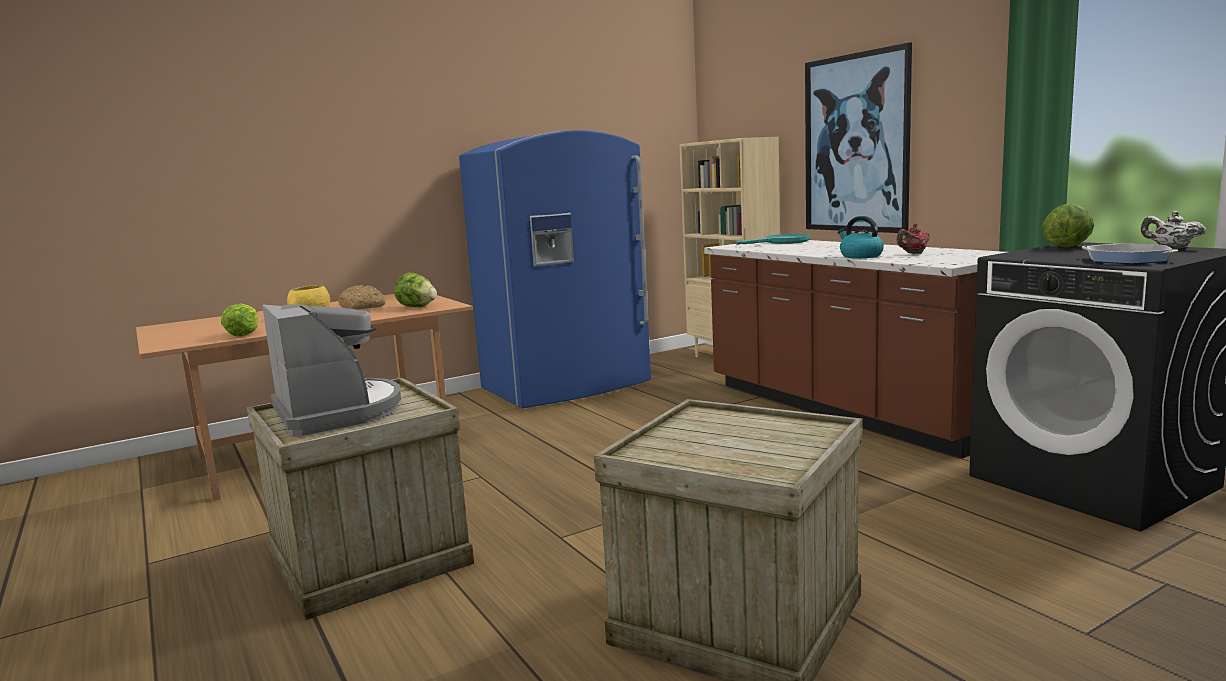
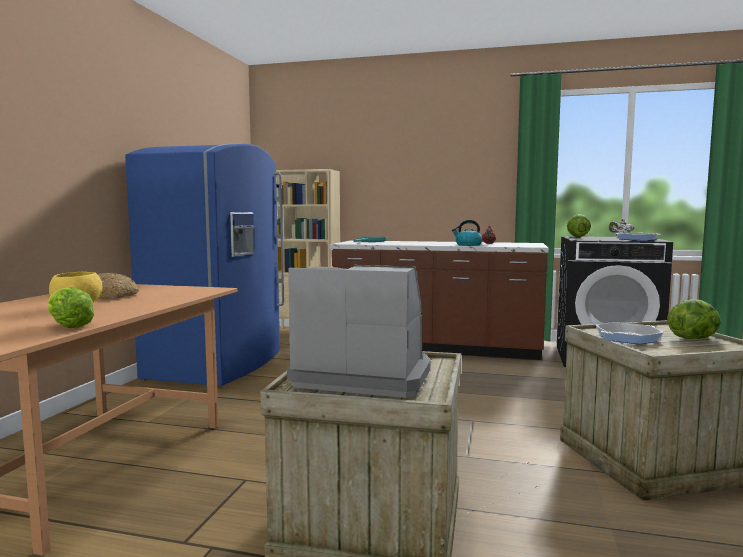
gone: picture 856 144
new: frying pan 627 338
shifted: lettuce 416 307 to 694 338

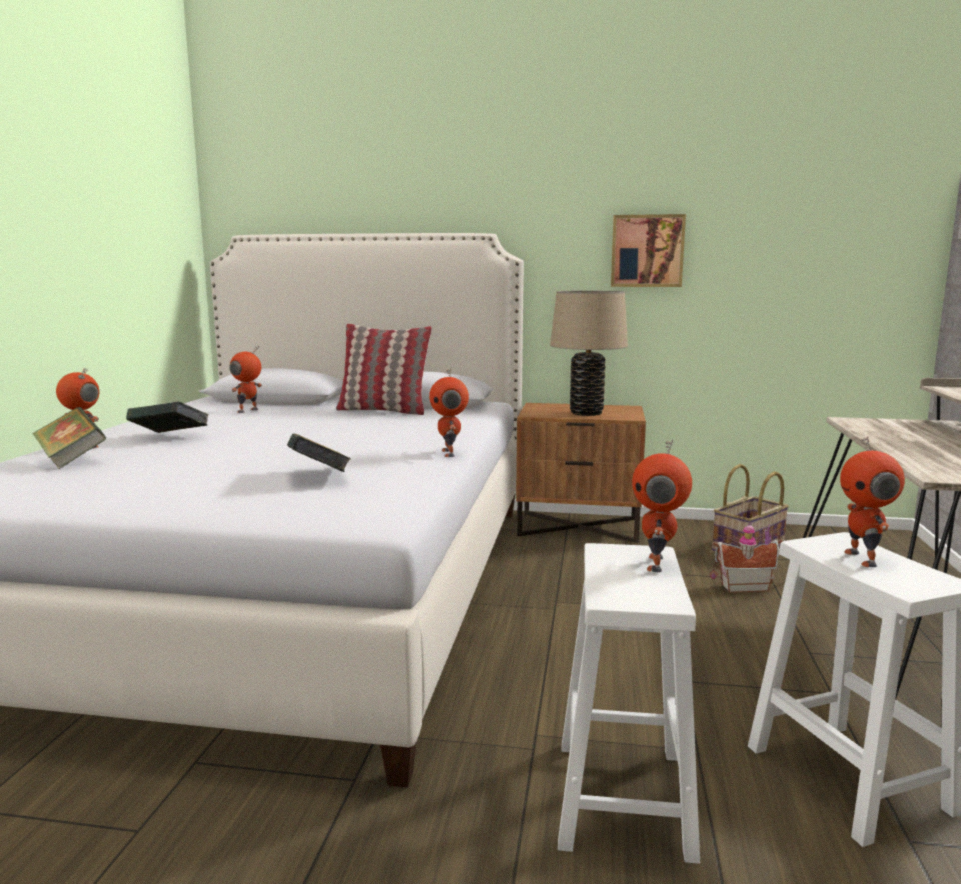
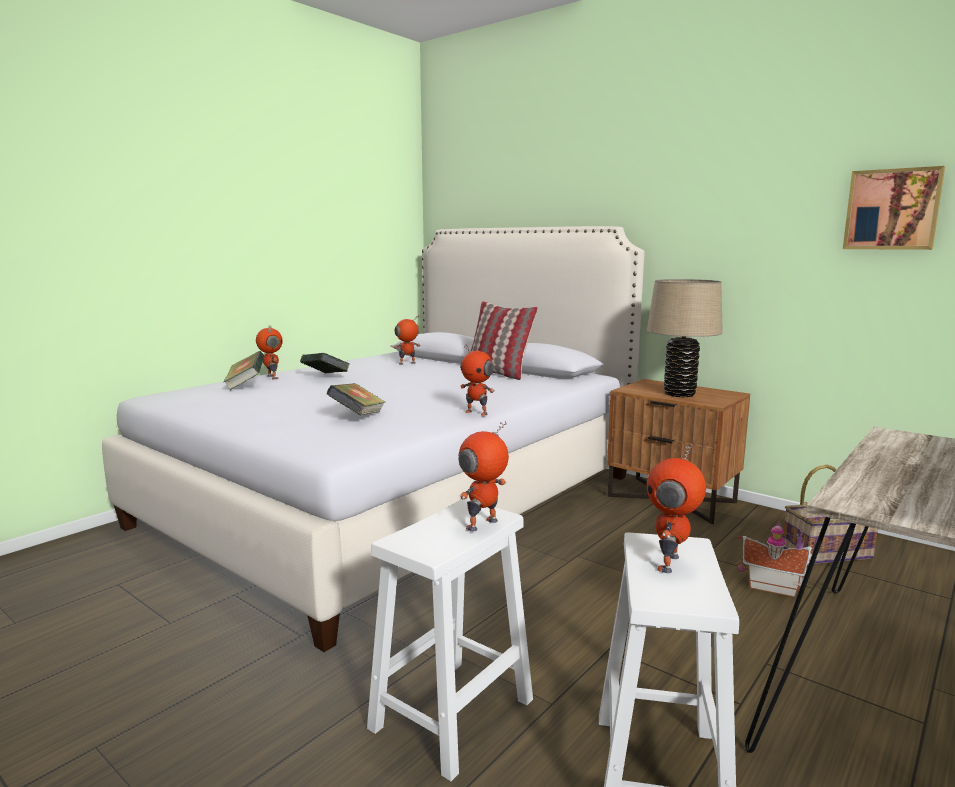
shifted: picture 647 251 to 892 209
rotated: toy robot 450 453 = 477 413 75 degrees counterclockwise

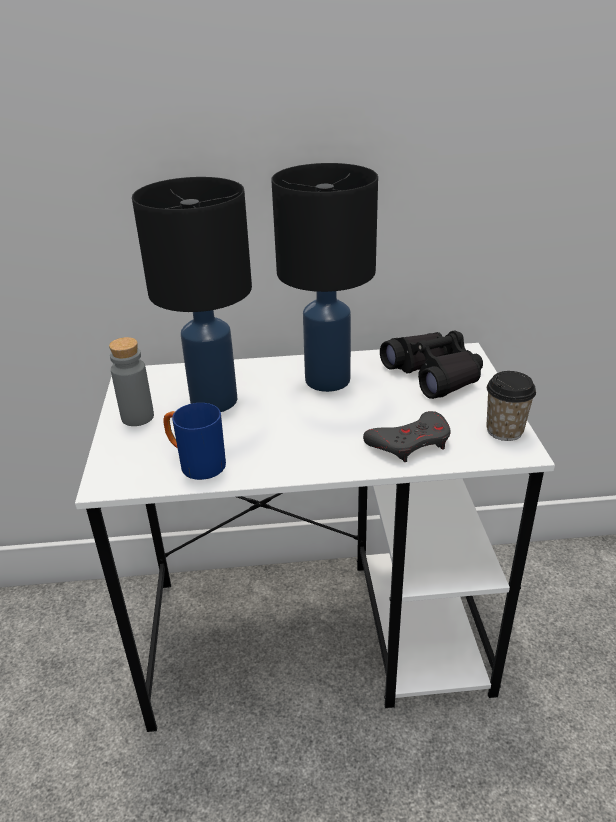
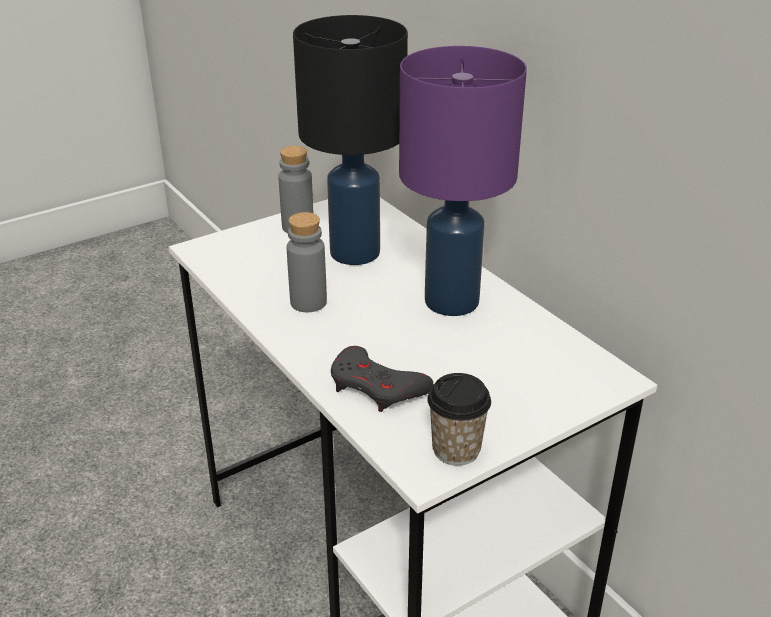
gone: blue mug 195 464; black binoculars 434 374
new: grey bottle 308 302
repainted: black table lamp 327 379 to purple table lamp 453 300

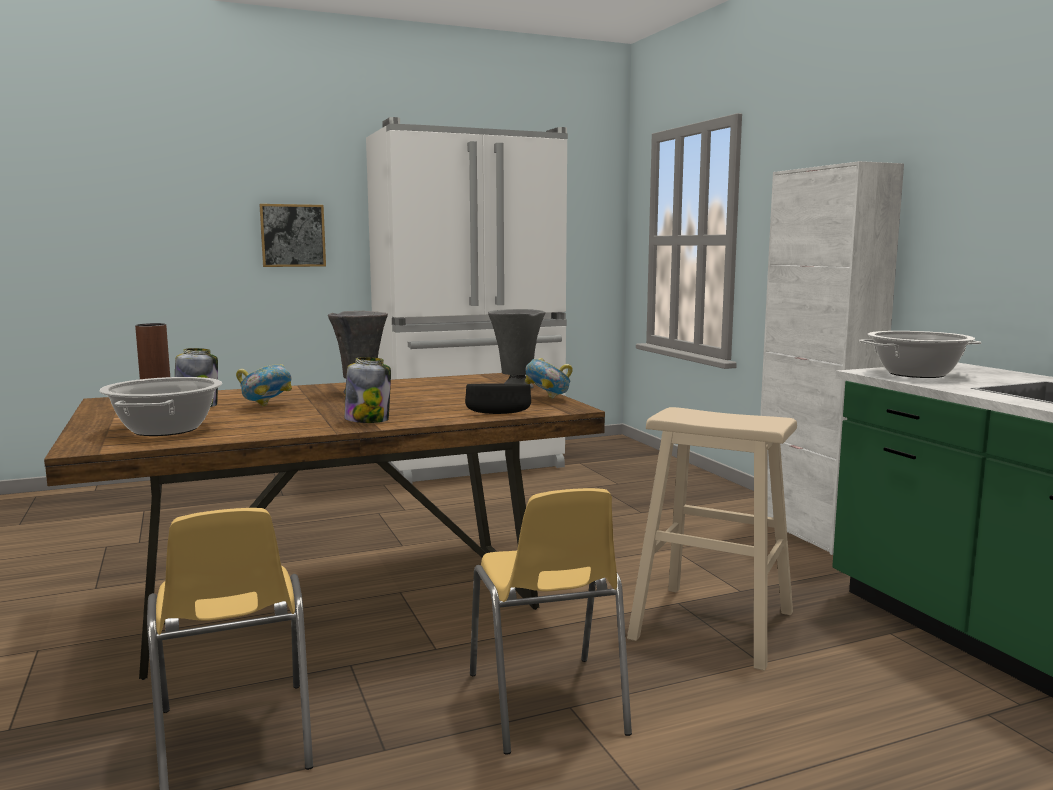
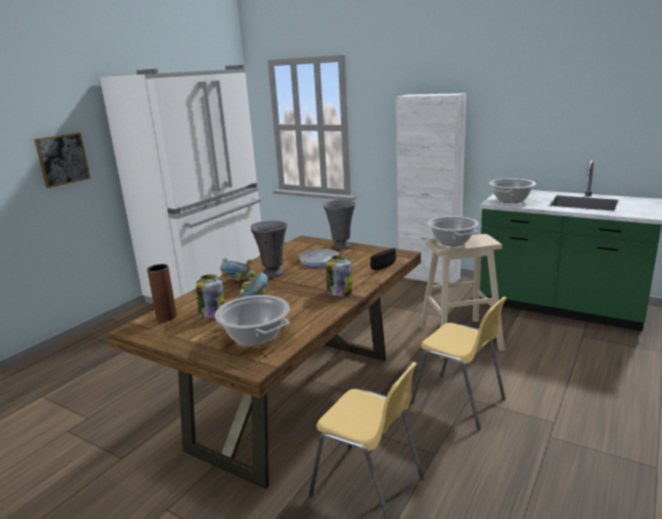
new: frying pan 320 261; cooking pot 451 242
shifted: bowl 548 399 to 237 282

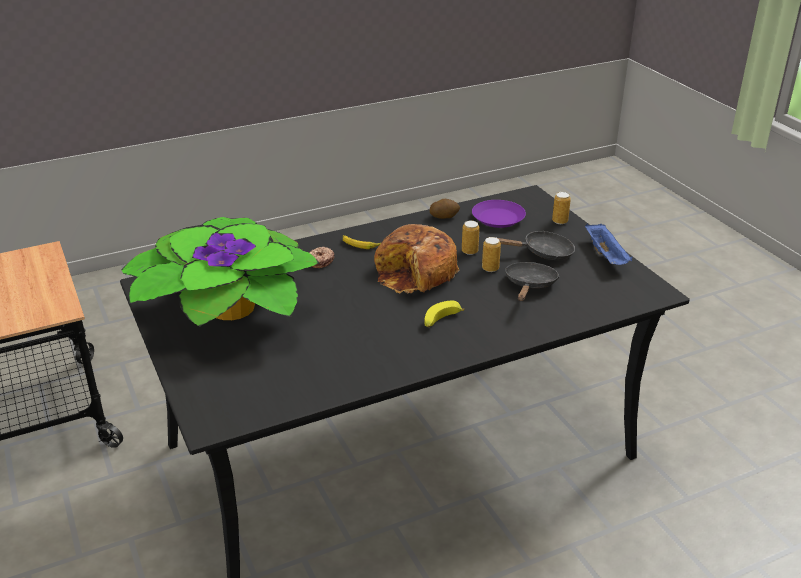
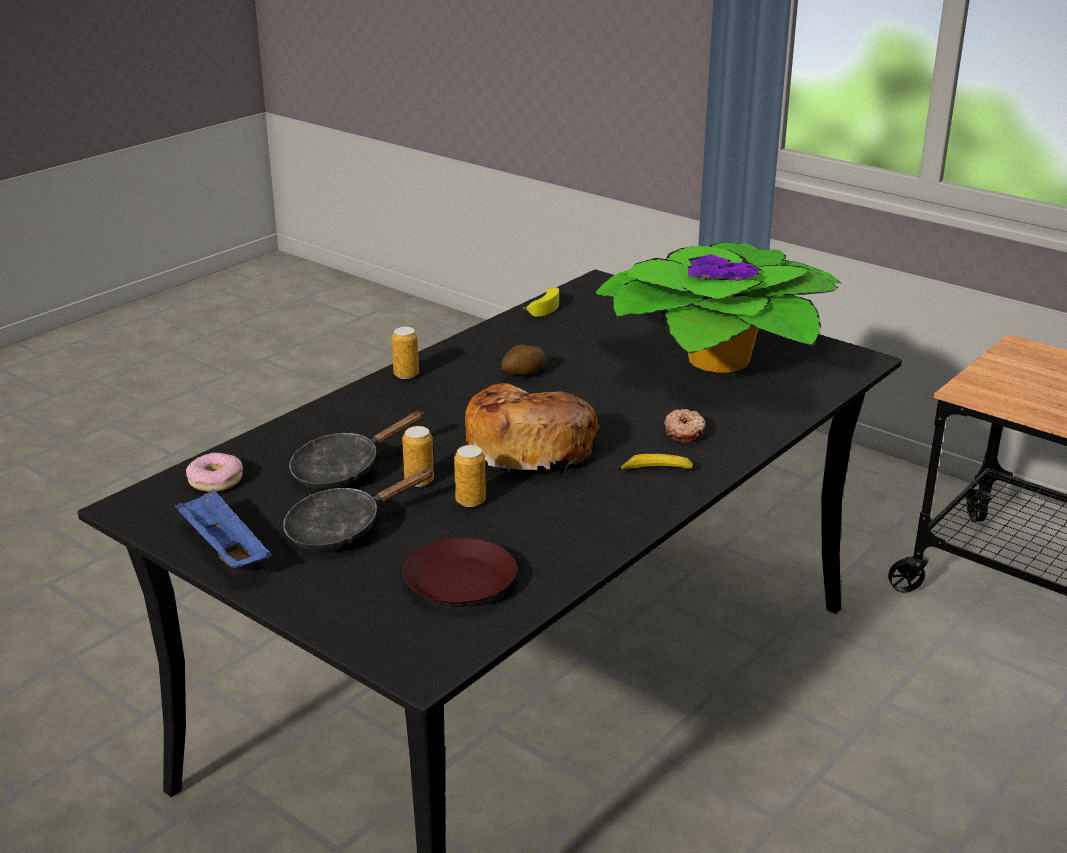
new: donut 216 480
shifted: banana 441 320 to 543 307; potato 444 216 to 523 374; can 560 221 to 406 375
repainted: purple plate 498 218 to brown plate 459 581
rotated: black frying pan 530 285 = 344 470 60 degrees clockwise

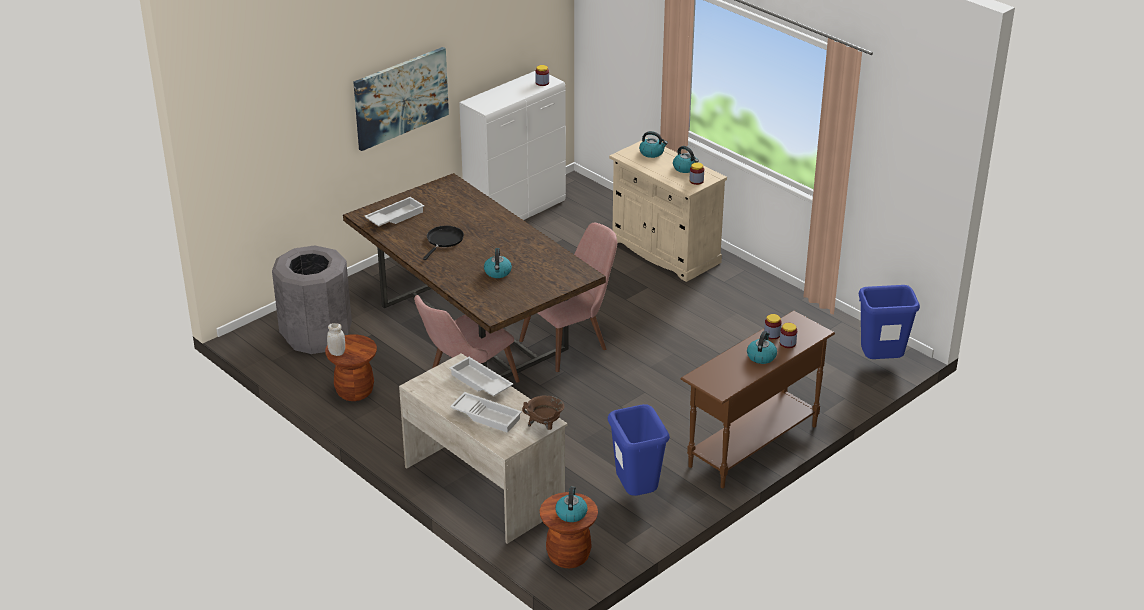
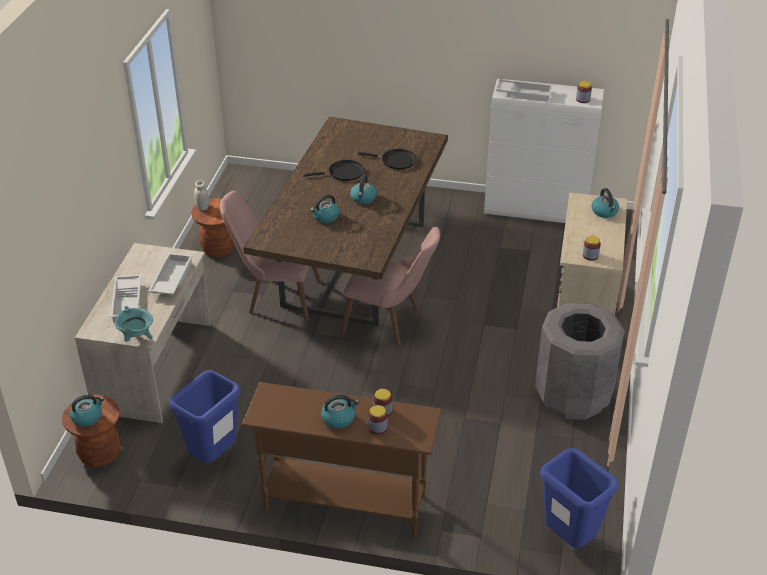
gone: picture 401 97
new: black frying pan 396 161
shifted: grey trash can 316 336 to 573 396; white tray 395 216 to 524 93; kettle 685 168 to 363 198
repainted: brown cooking pot 544 426 to turquoise cooking pot 137 338

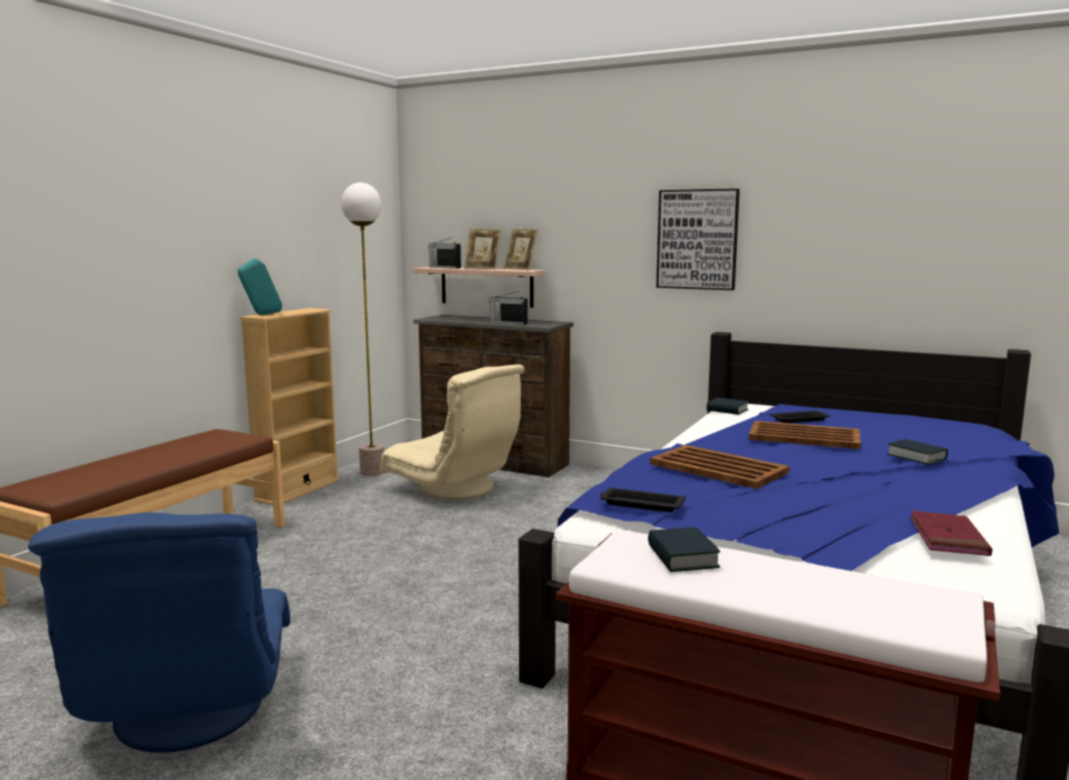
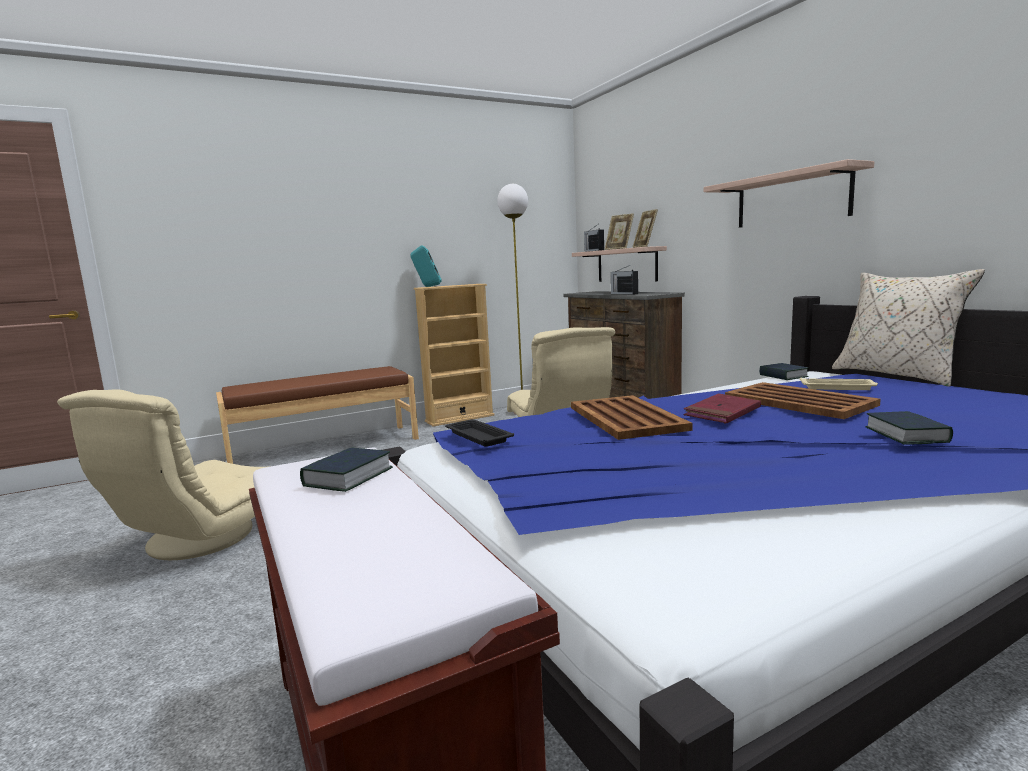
new: beige pillow 897 375
shifted: red book 948 538 to 722 412
swapped: picture 697 239 to shelf 791 199
repainted: blue armchair 186 713 to beige armchair 199 538; black tray 800 420 to beige tray 838 387

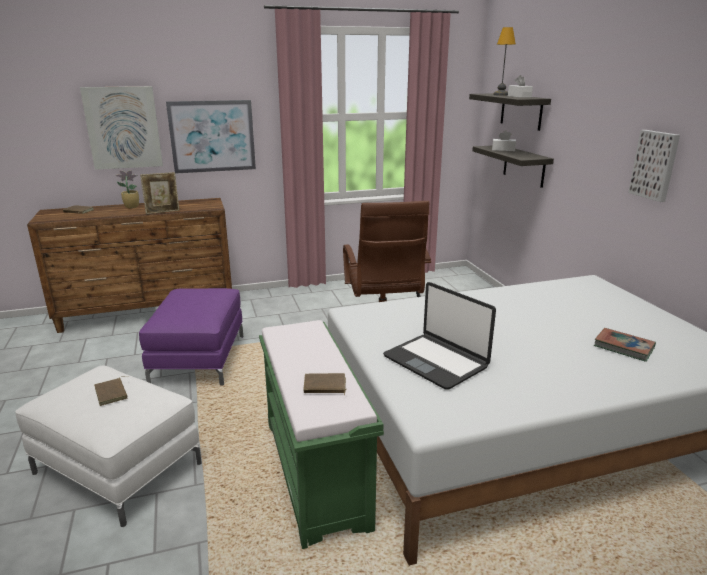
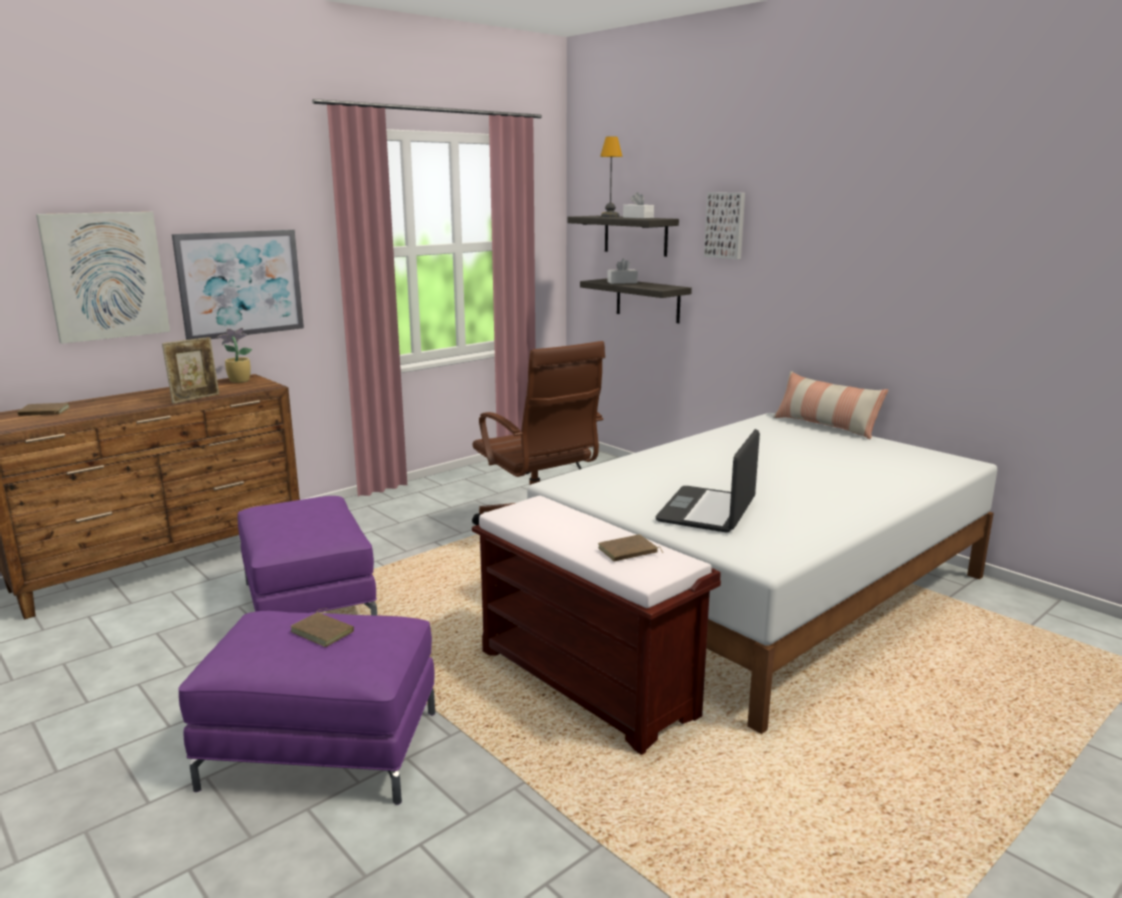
gone: book 623 347
new: pillow 825 426
shifted: potted plant 131 206 to 238 381; picture 655 165 to 726 225
repainted: white ottoman 118 468 to purple ottoman 322 749; green bench 316 473 to brown bench 588 683
rotated: laptop 436 361 = 708 511 90 degrees clockwise

